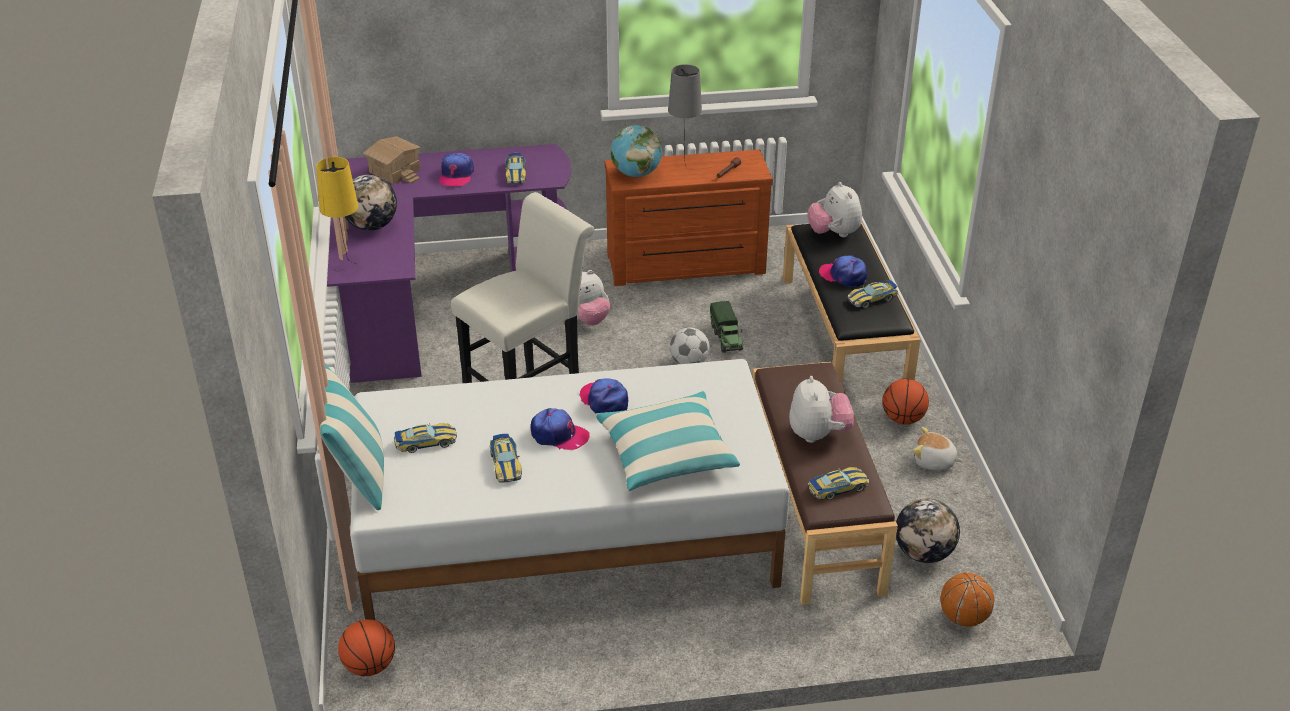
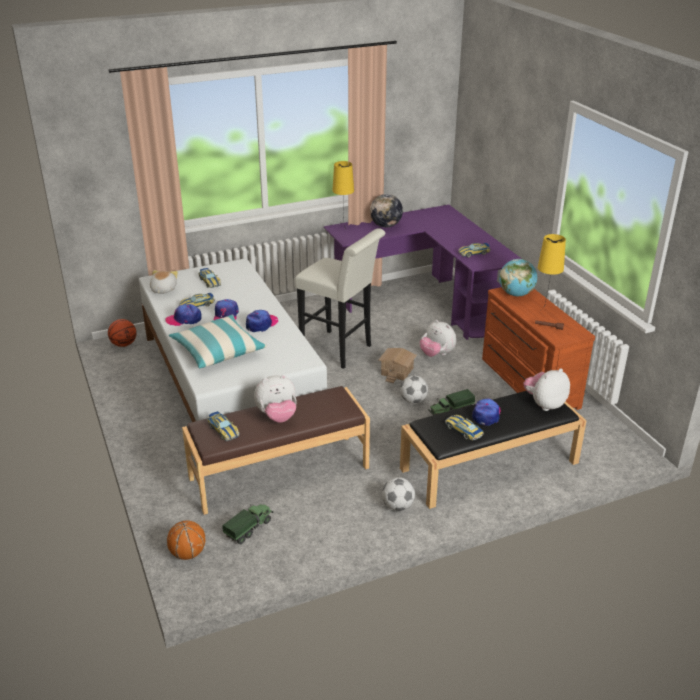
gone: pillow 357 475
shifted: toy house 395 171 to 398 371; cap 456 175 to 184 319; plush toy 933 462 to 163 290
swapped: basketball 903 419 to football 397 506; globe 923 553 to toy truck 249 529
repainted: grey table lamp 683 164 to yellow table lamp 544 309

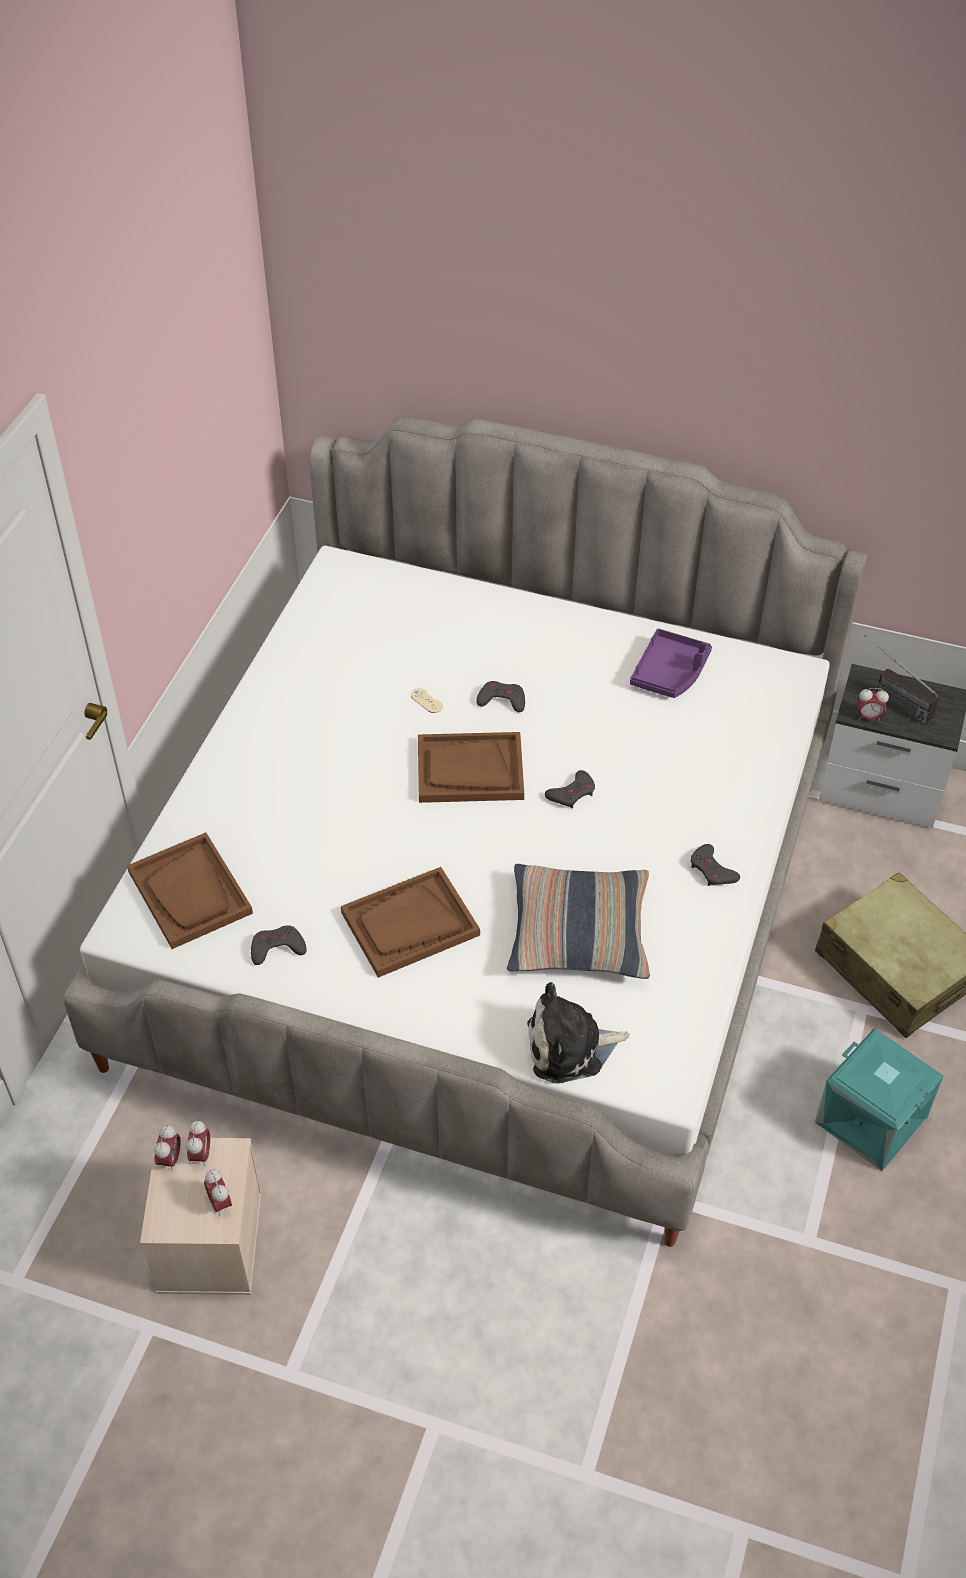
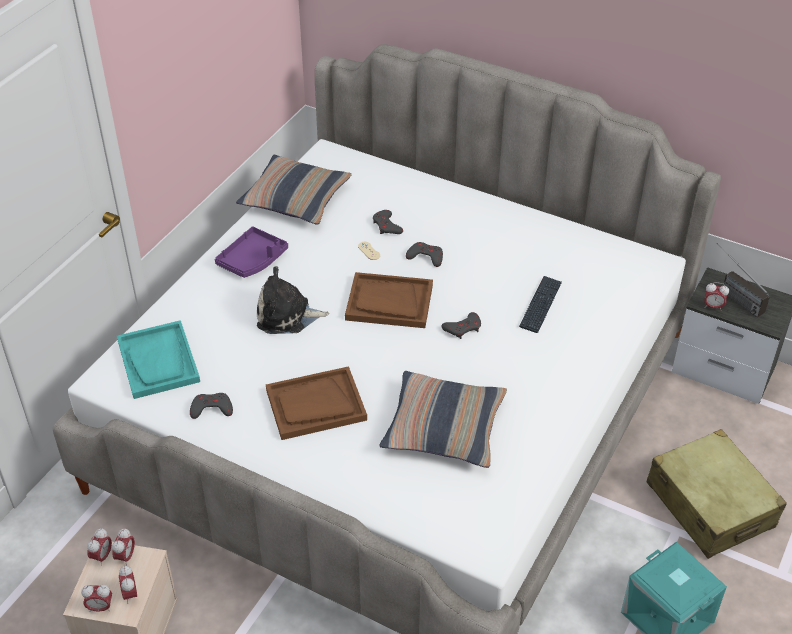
new: alarm clock 100 607; pillow 295 199; keyboard 540 305
shifted: plush toy 570 1047 to 287 316; purple tray 670 673 to 253 260; grey game controller 712 870 to 387 226
repainted: brown tray 190 893 to turquoise tray 158 361

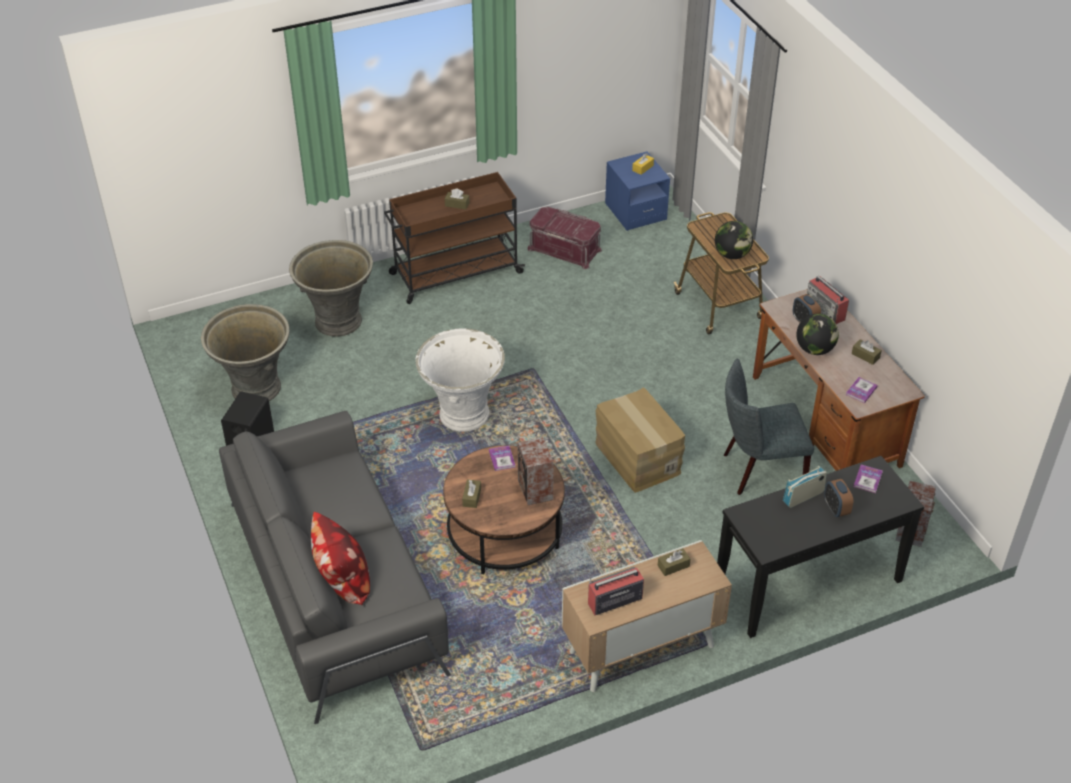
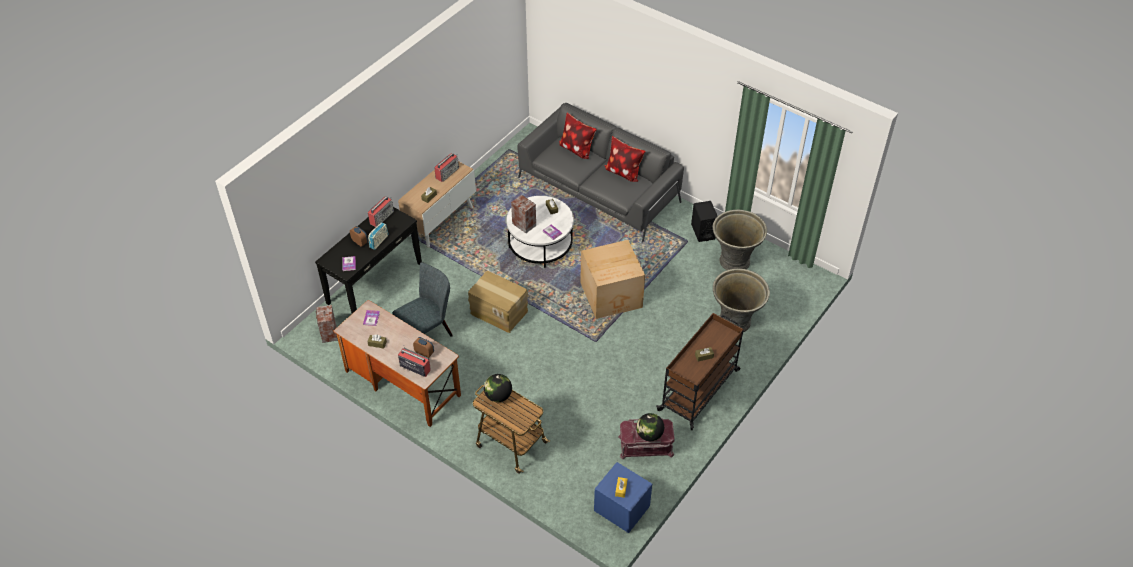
new: radio 382 217; pillow 623 172
shifted: globe 814 349 to 649 435
swapped: white planter 462 414 to cardboard box 612 295
repainted: brown coffee table 504 532 to white coffee table 540 244

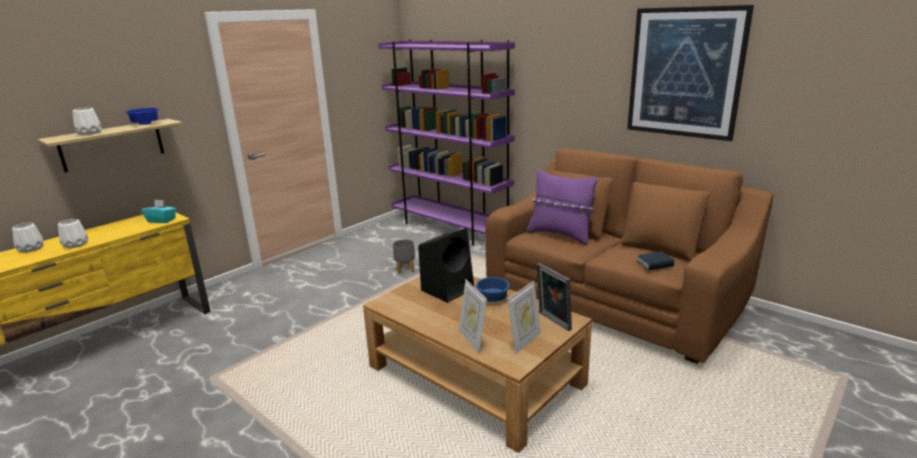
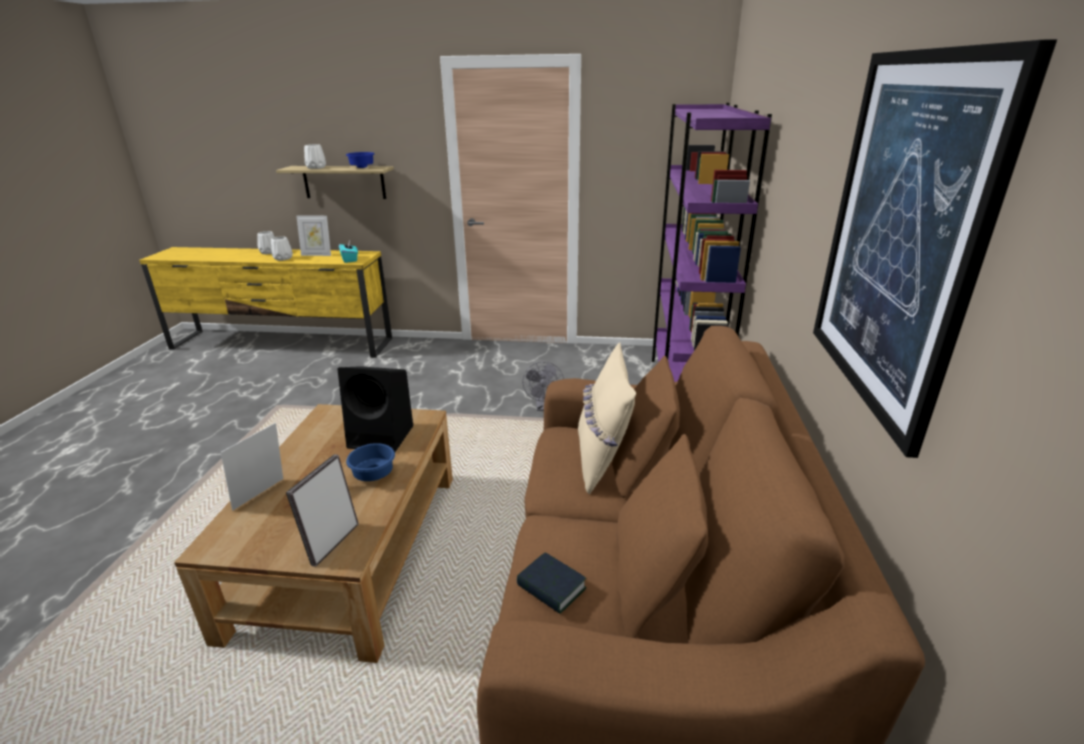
shifted: picture frame 524 341 to 317 254
swapped: grey planter 405 269 to grey fan 543 407
repainted: purple pillow 560 235 to beige pillow 602 459

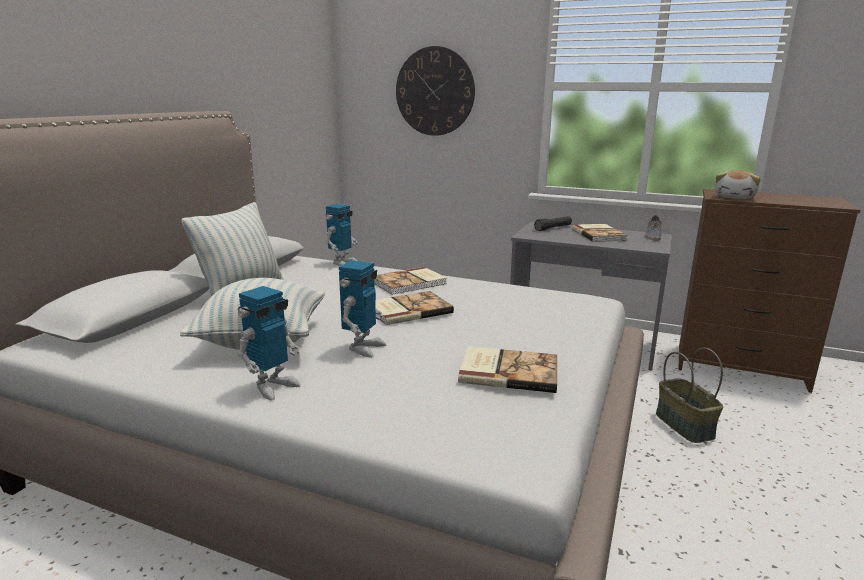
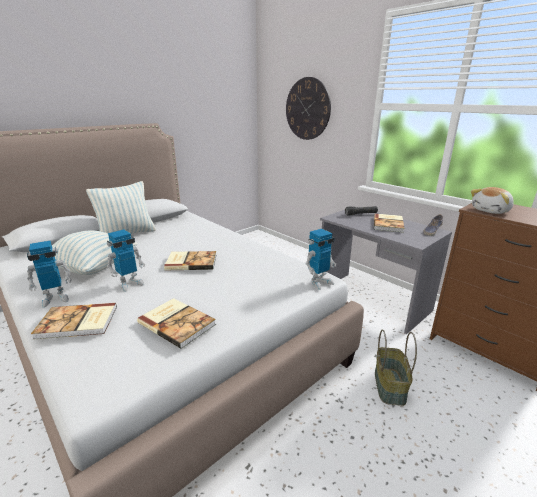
shifted: toy robot 342 263 to 319 282; book 410 283 to 78 323

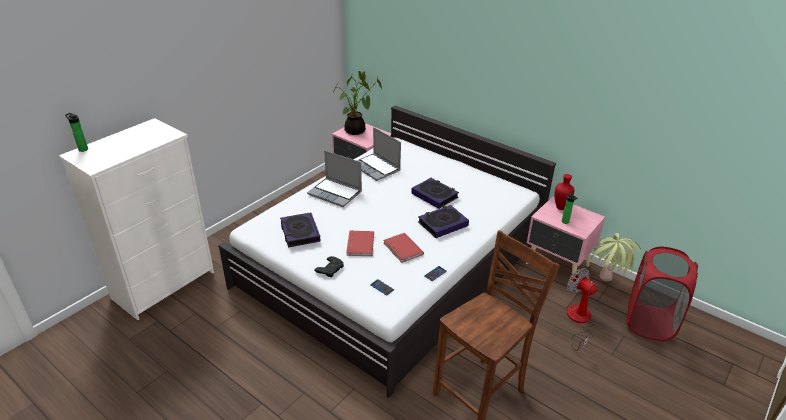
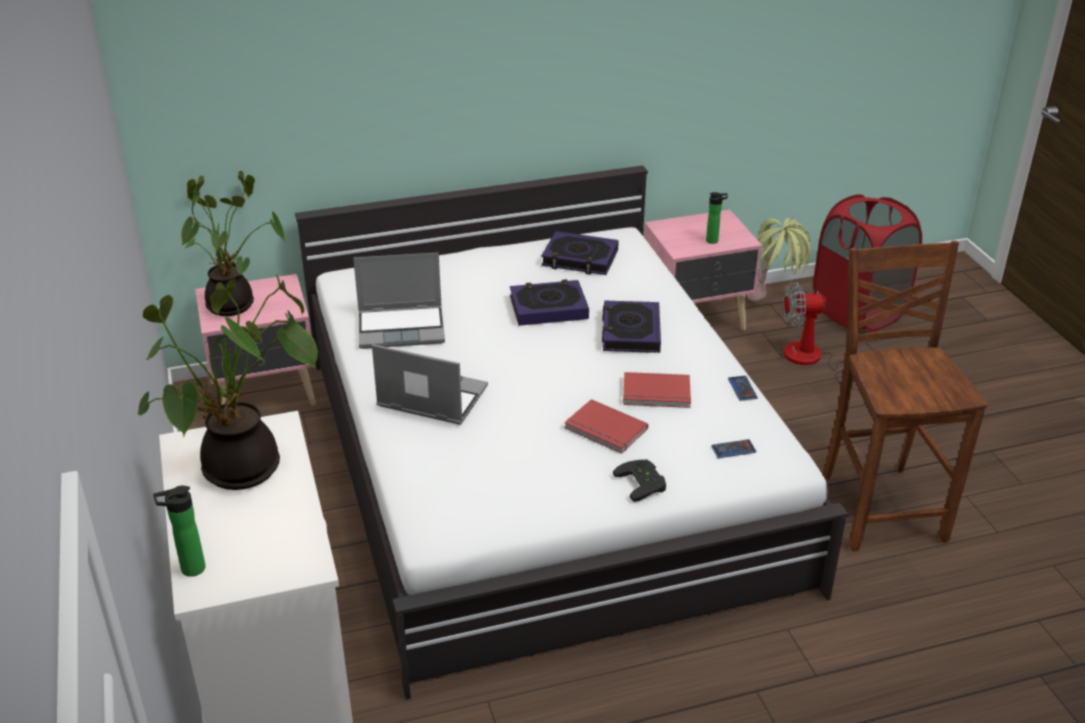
gone: red vase 561 207
new: potted plant 241 473
shifted: book 300 232 to 580 259
rotated: laptop 336 193 = 430 398 135 degrees counterclockwise

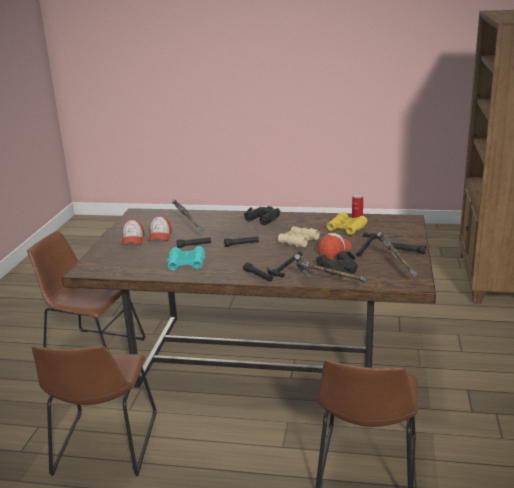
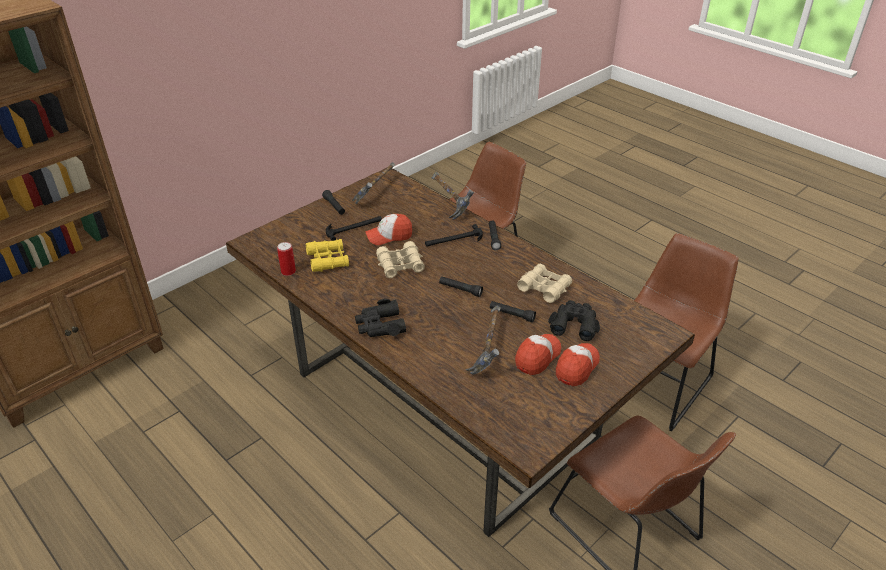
shifted: black binoculars 339 269 to 574 324
repainted: turquoise binoculars 186 263 to beige binoculars 544 288

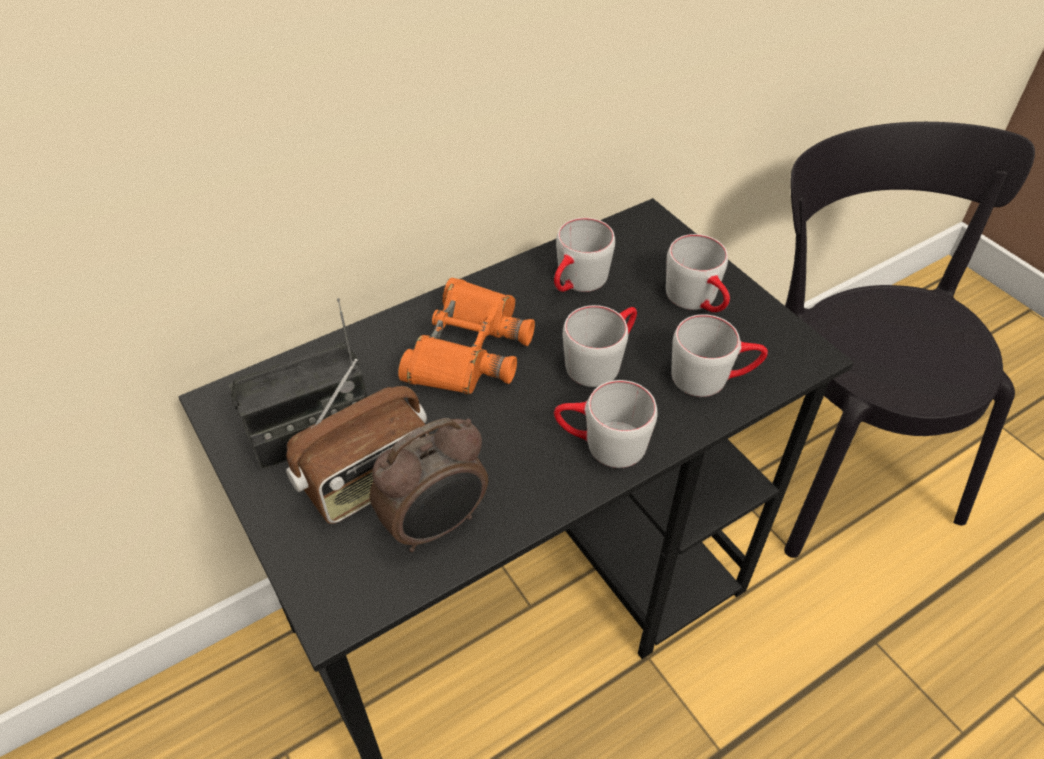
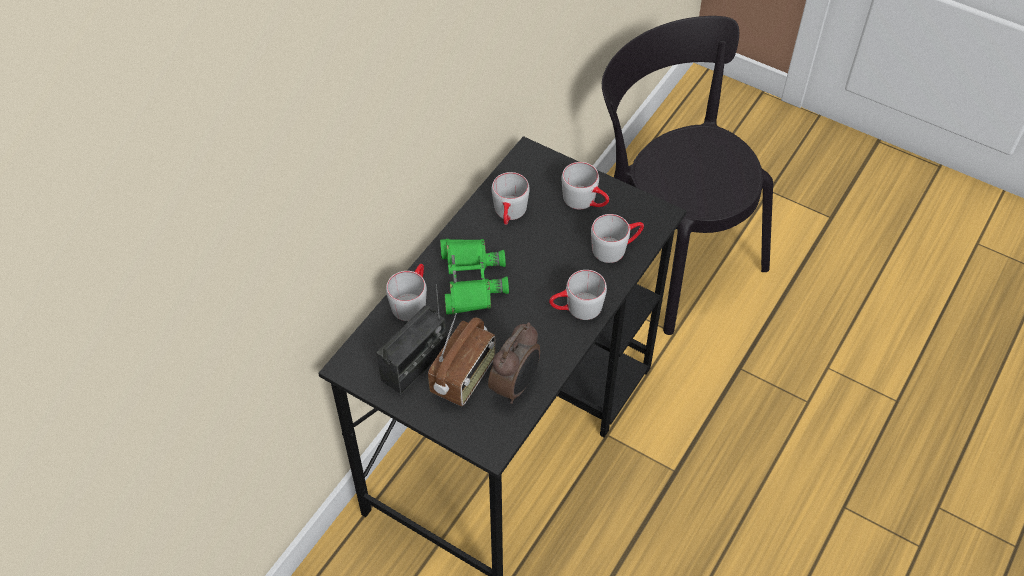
shifted: grey mug 601 359 to 411 300
repainted: orange binoculars 468 348 to green binoculars 471 280

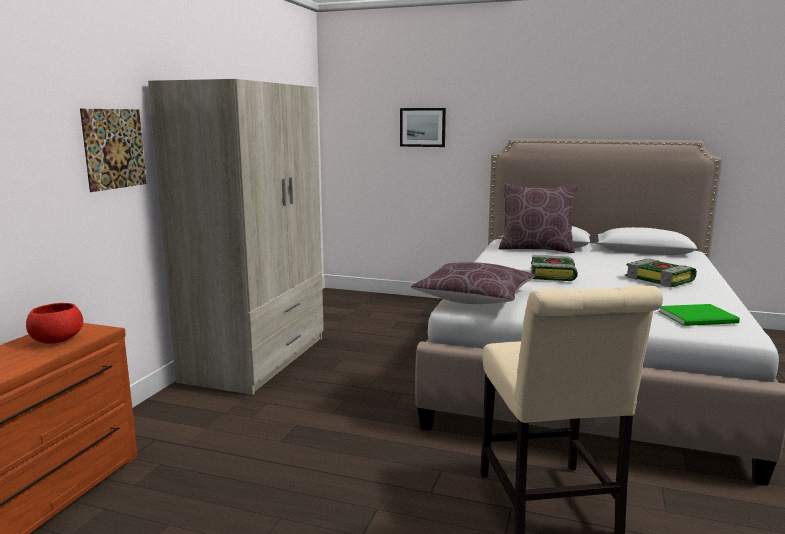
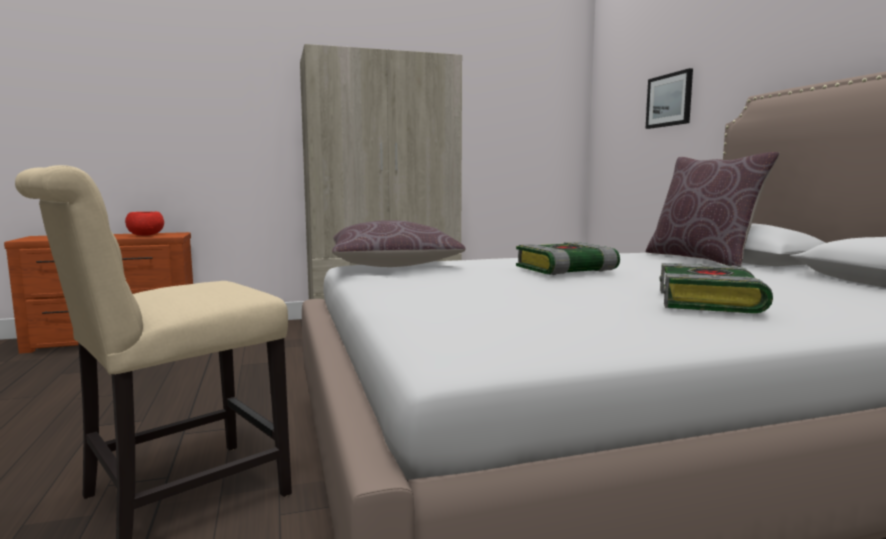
gone: picture 114 149; green book 700 317

